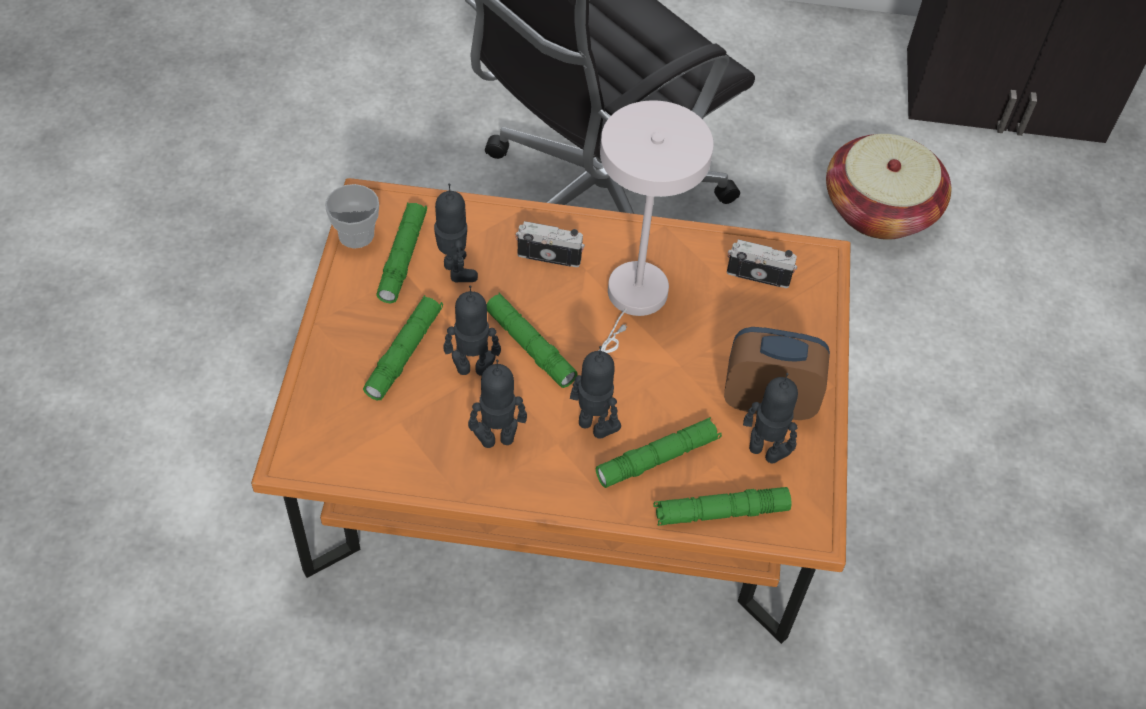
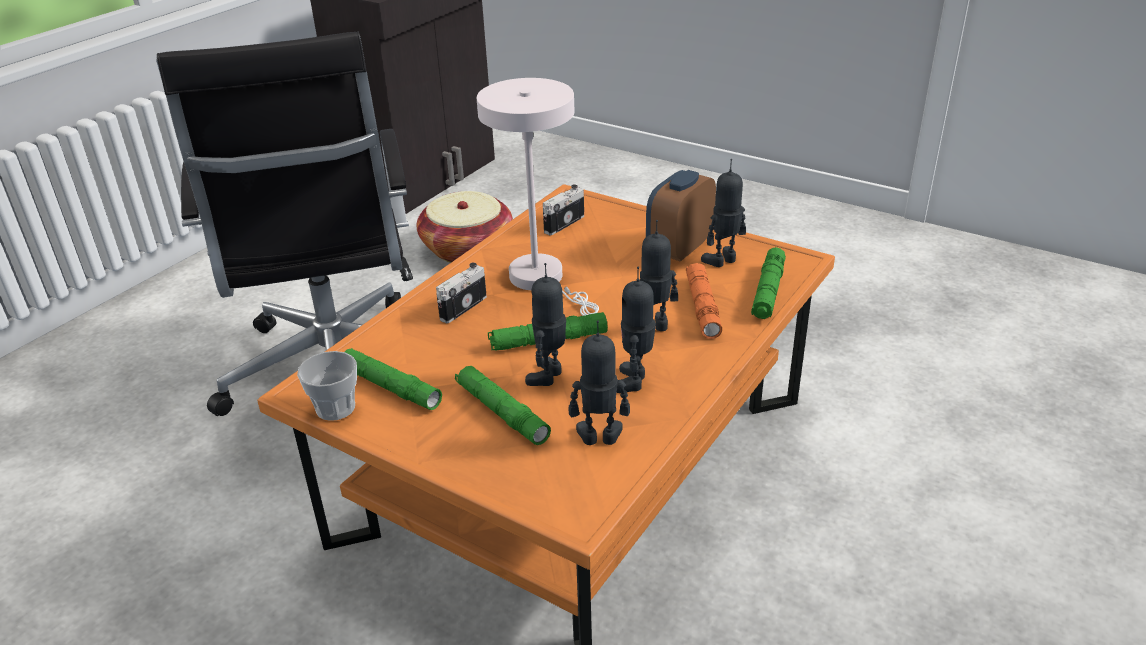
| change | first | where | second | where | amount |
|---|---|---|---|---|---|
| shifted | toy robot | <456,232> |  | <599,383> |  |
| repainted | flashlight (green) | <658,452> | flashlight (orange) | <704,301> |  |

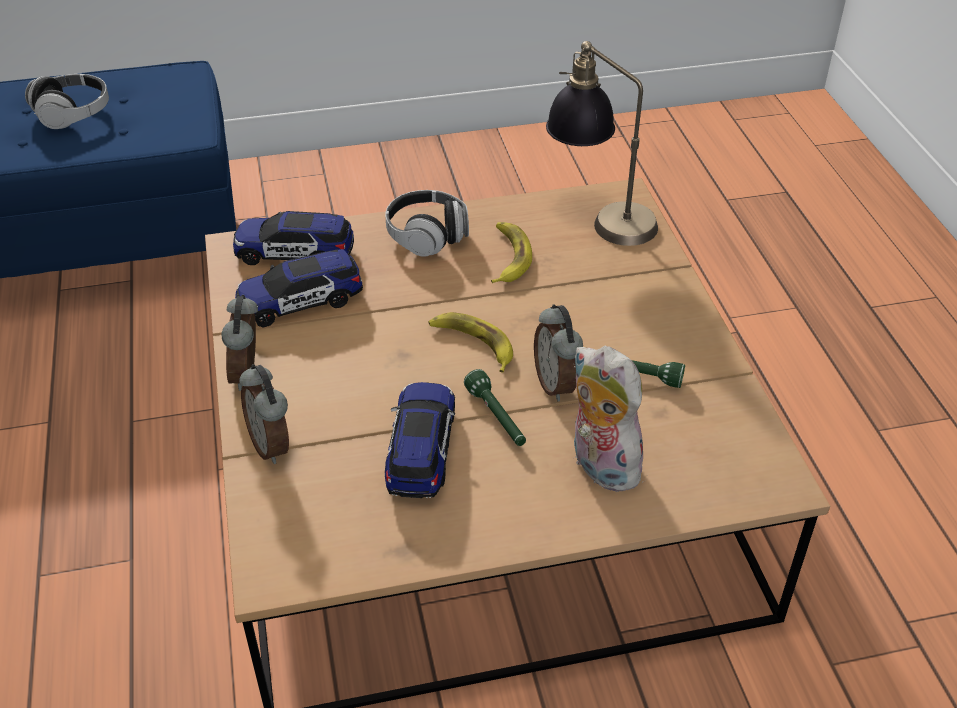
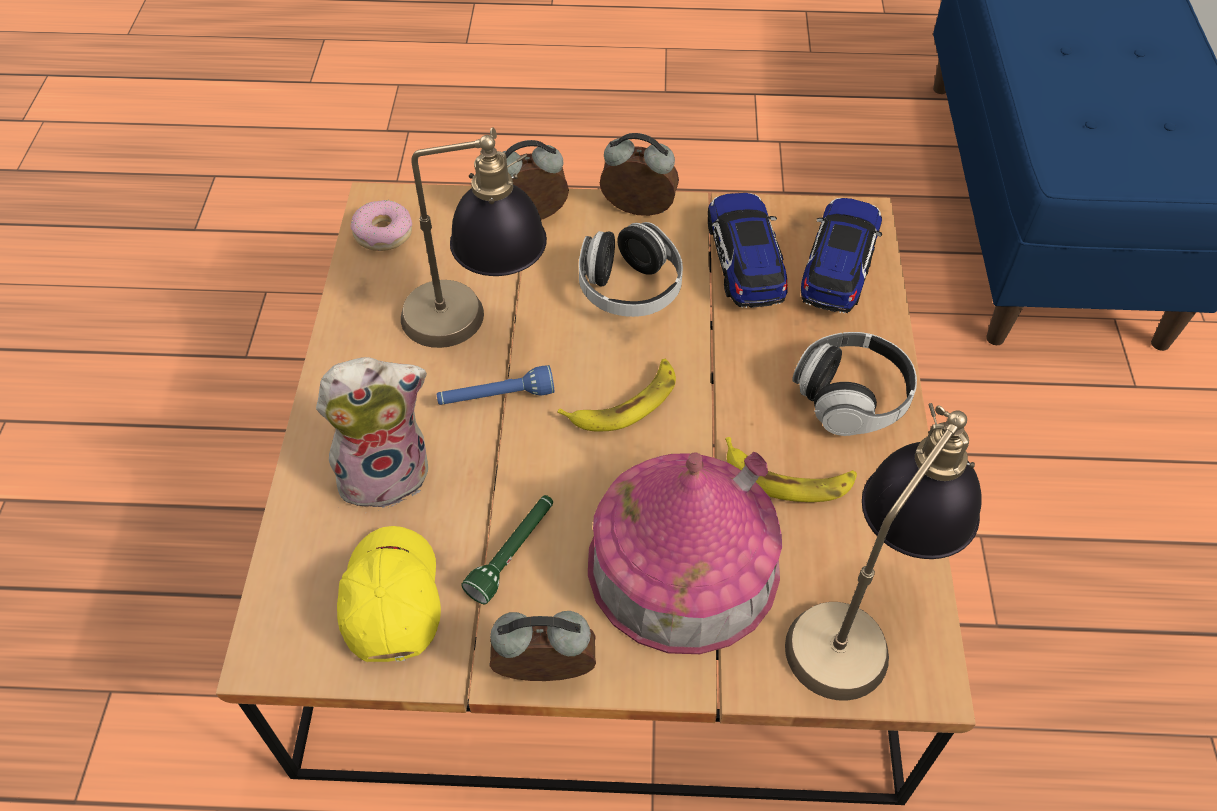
| change | first | where | second | where | amount |
|---|---|---|---|---|---|
| new |  |  | cap (yellow) | <389,594> |  |
| new |  |  | donut | <381,225> |  |
| swapped | toy car | <420,440> | table lamp | <474,237> |  |
| repainted | flashlight (green) | <495,407> | flashlight (blue) | <495,385> |  |
| shifted | alarm clock | <558,353> |  | <543,646> |  |
| shifted | headphones | <67,101> |  | <631,269> |  |
| new |  |  | toy house | <685,553> |  |

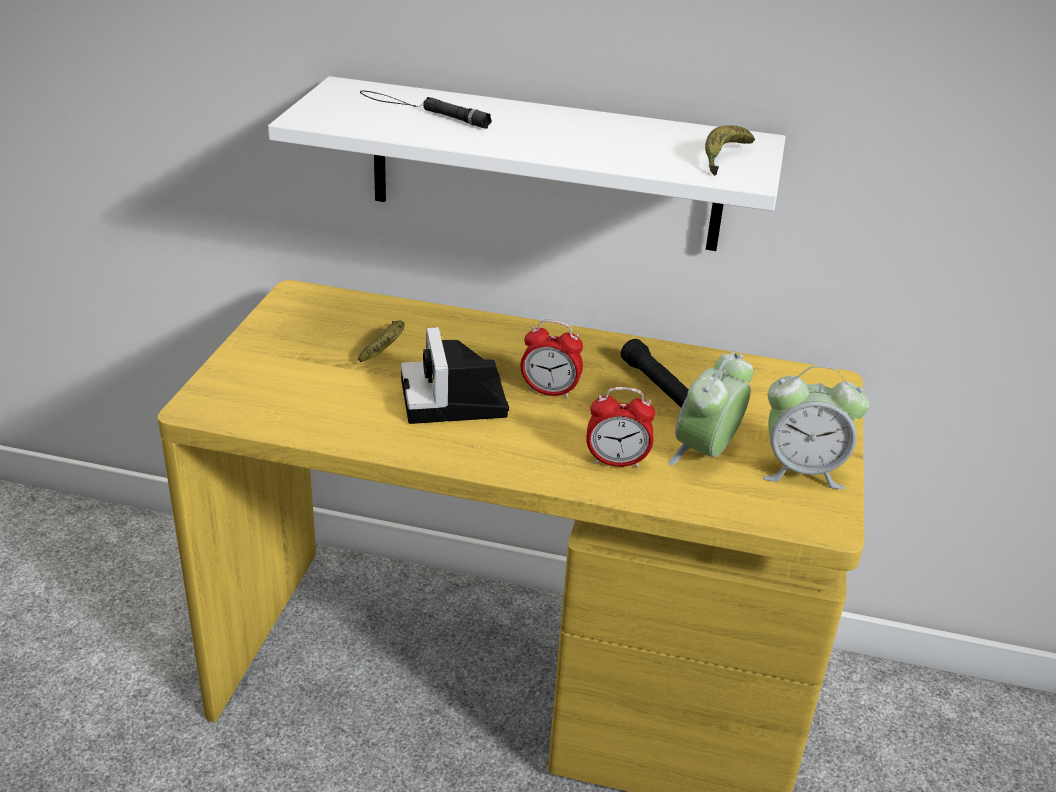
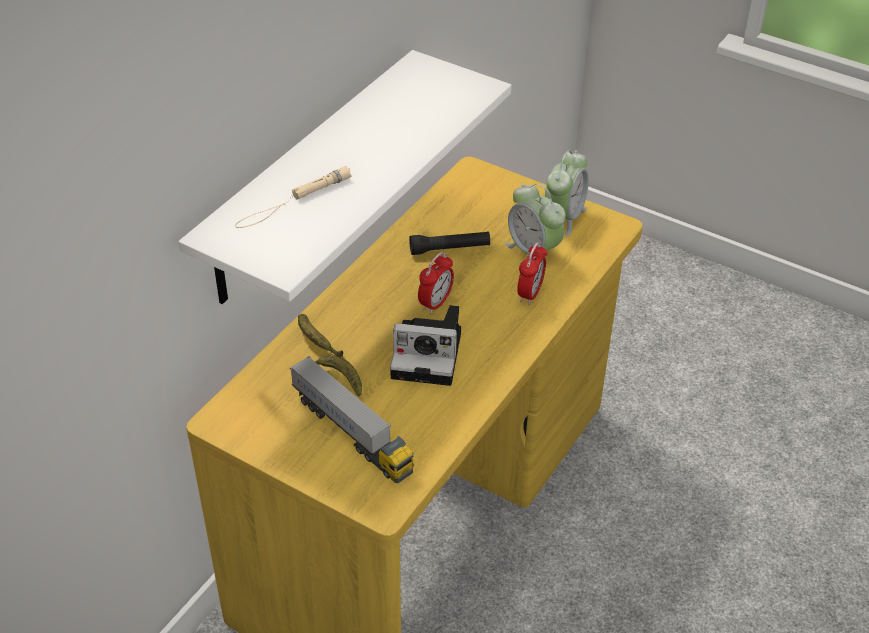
| change | first | where | second | where | amount |
|---|---|---|---|---|---|
| repainted | flashlight (black) | <426,110> | flashlight (beige) | <293,197> |  |
| new |  |  | toy truck | <352,419> |  |
| shifted | banana | <730,150> |  | <320,335> |  |

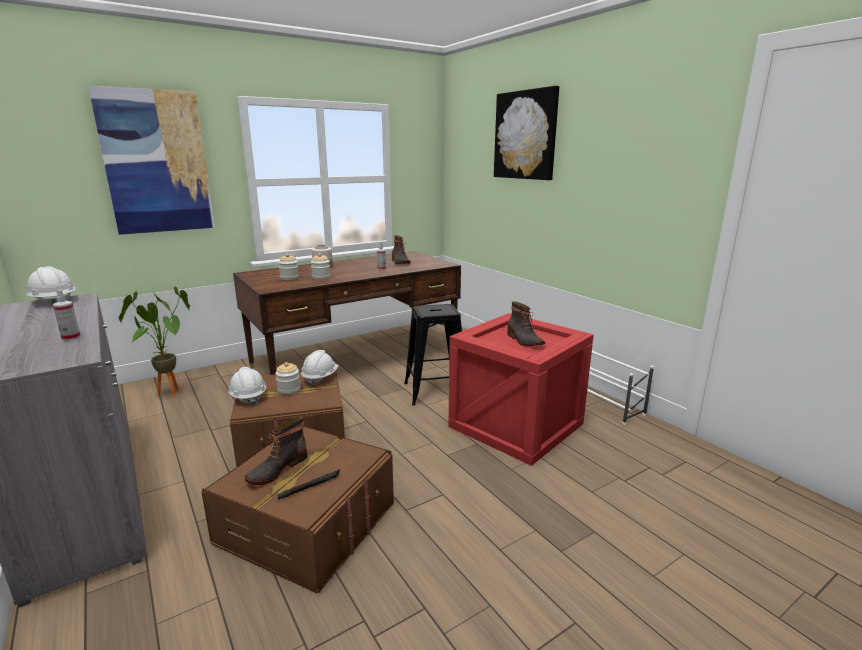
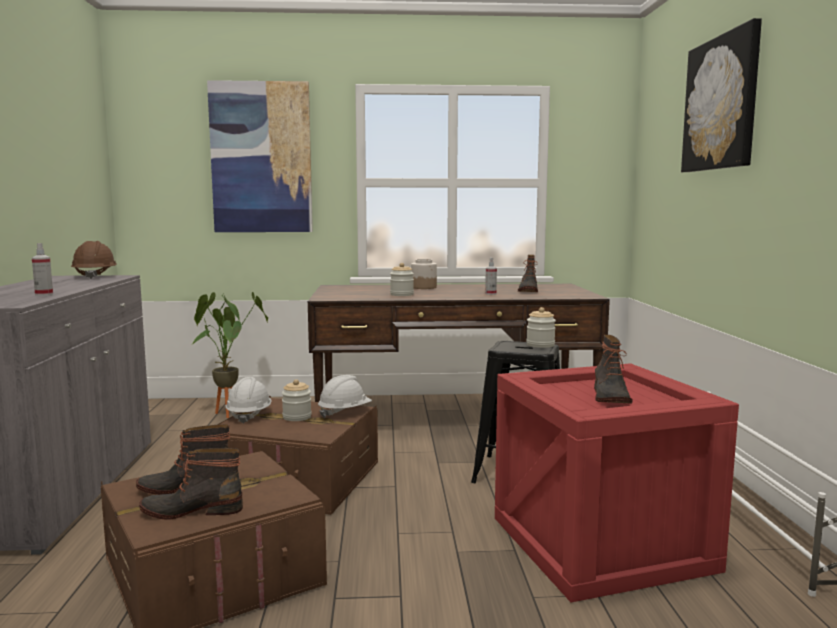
| change | first | where | second | where | amount |
|---|---|---|---|---|---|
| repainted | hard hat (white) | <51,285> | hard hat (brown) | <94,260> |  |
| swapped | flashlight (black) | <309,485> | boot | <191,484> |  |
| shifted | jar | <288,267> |  | <541,327> |  |

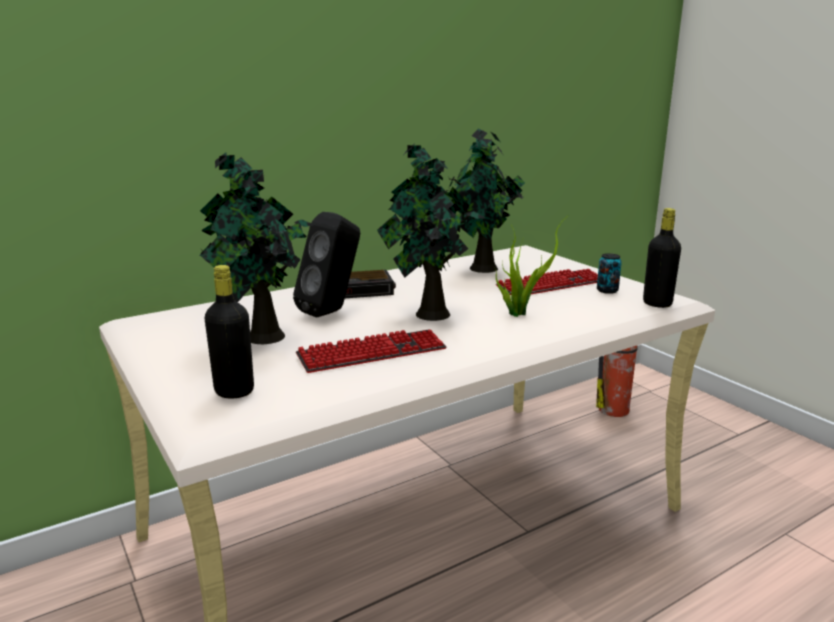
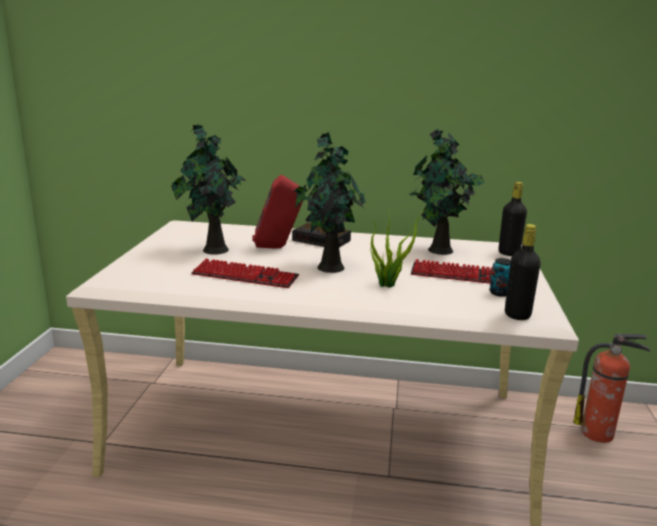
| change | first | where | second | where | amount |
|---|---|---|---|---|---|
| repainted | speaker (black) | <326,265> | speaker (red) | <278,212> |  |
| shifted | bottle (black) | <229,332> |  | <513,219> |  |

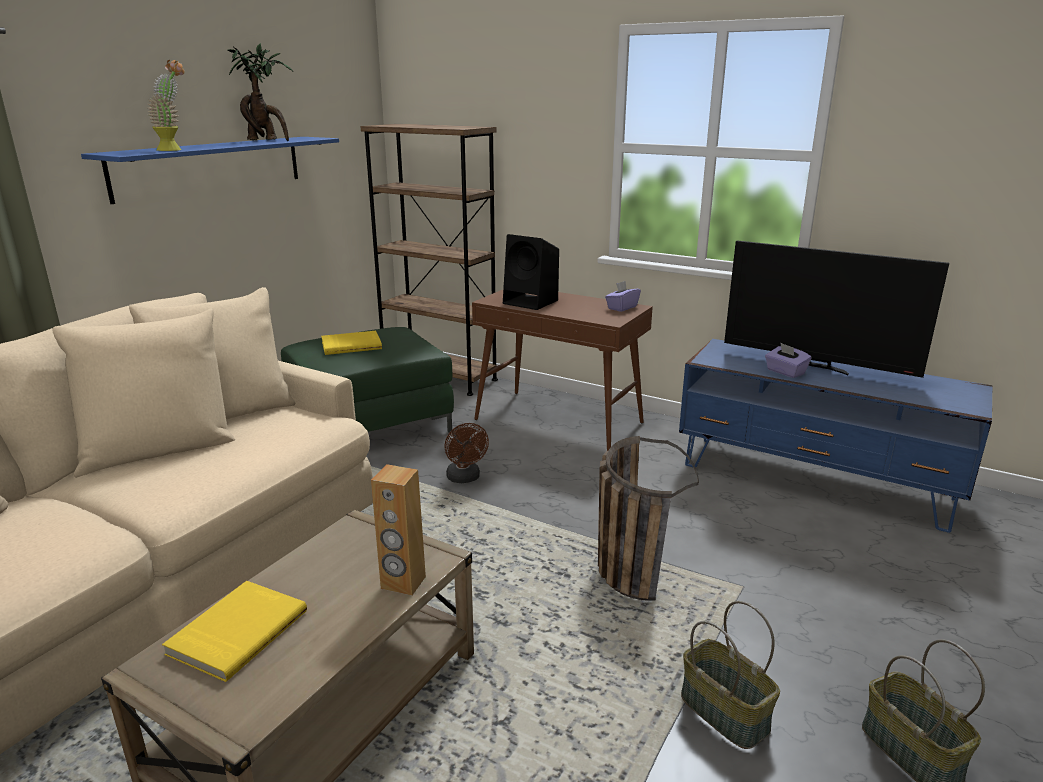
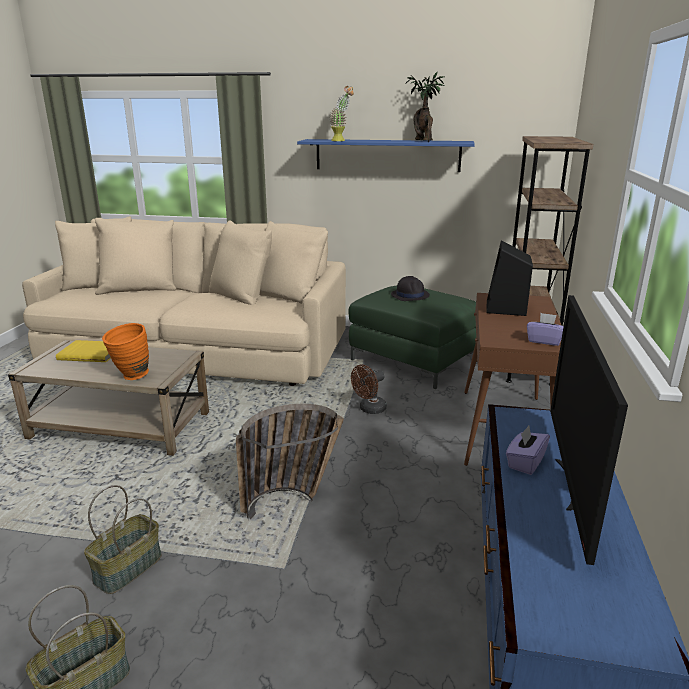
| change | first | where | second | where | amount |
|---|---|---|---|---|---|
| swapped | speaker (brown) | <398,530> | vase (orange) | <125,351> |  |
| swapped | book (yellow) | <351,343> | hat (black) | <410,288> |  |

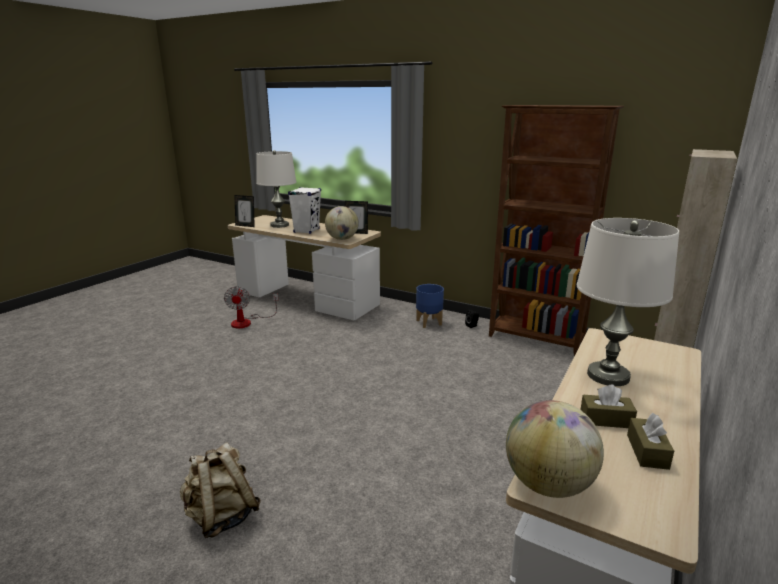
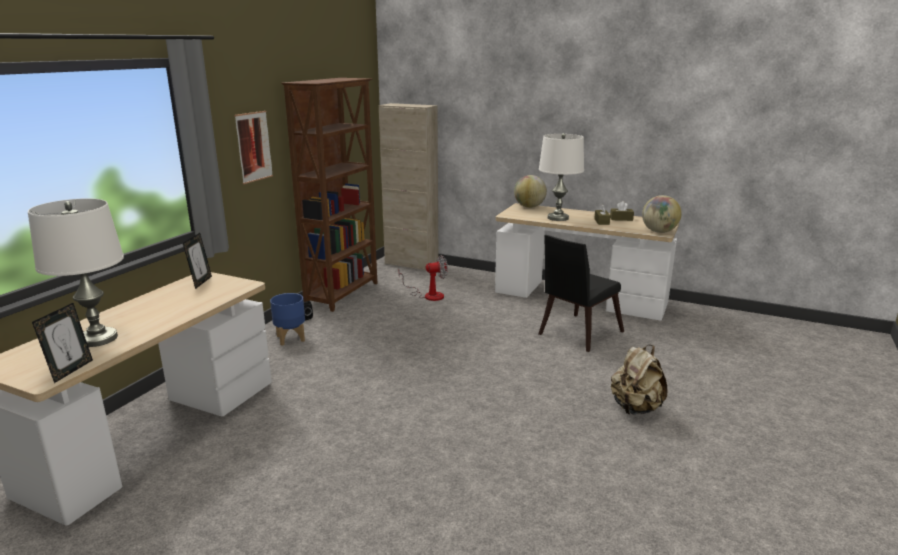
| change | first | where | second | where | amount |
|---|---|---|---|---|---|
| new |  |  | picture | <254,147> |  |
| shifted | fan | <251,307> |  | <423,278> |  |
| shifted | globe | <342,223> |  | <530,191> |  |
| new |  |  | chair (black) | <581,293> |  |
| gone | speaker (white) | <304,210> |  |  |  |

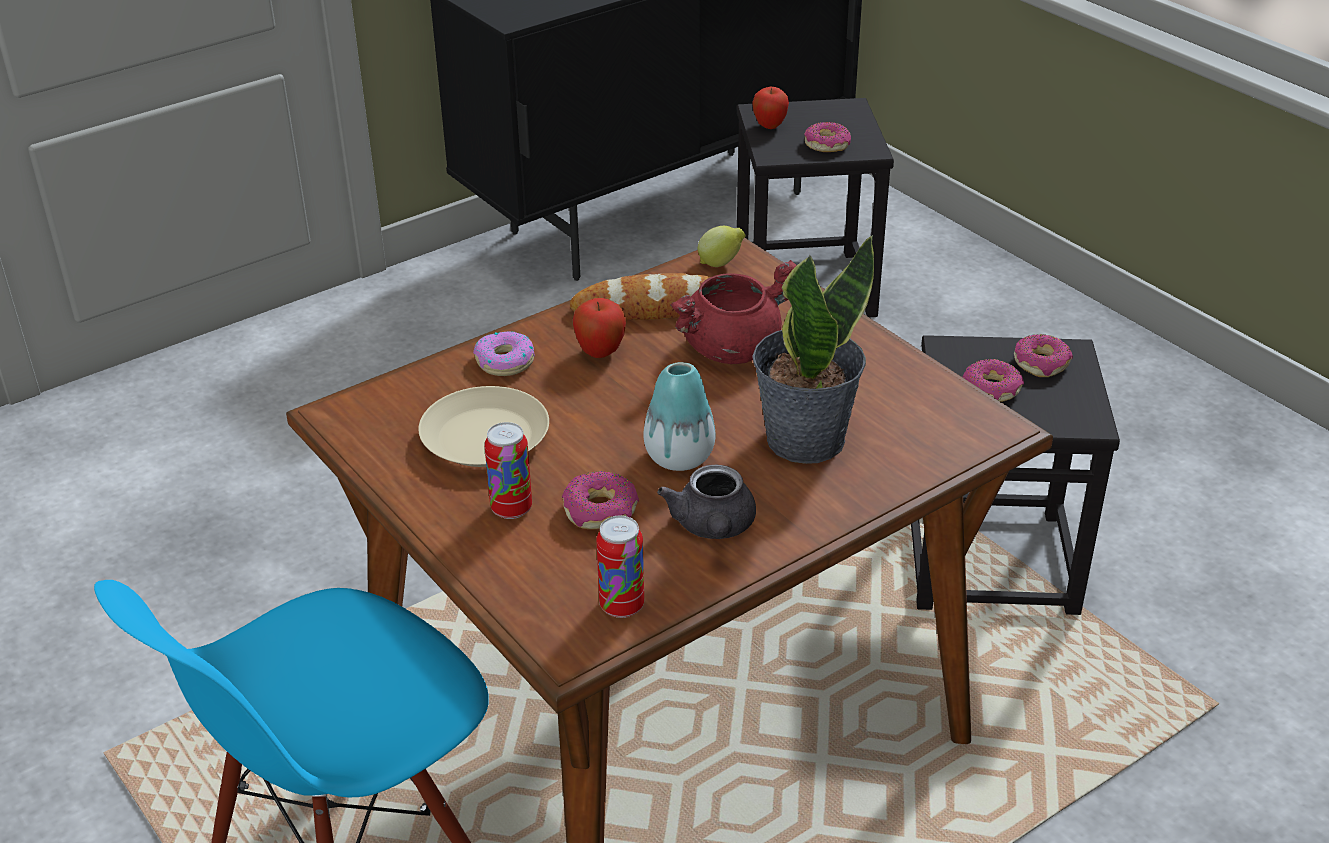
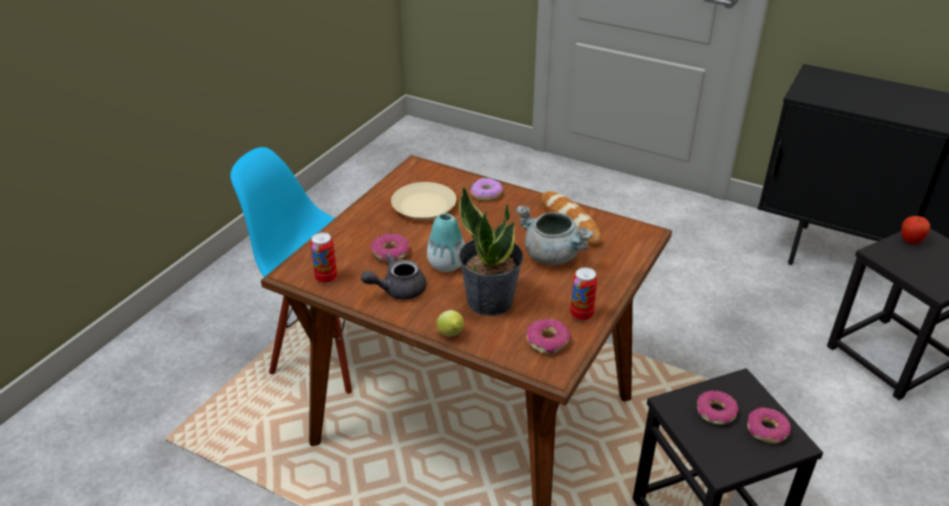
| change | first | where | second | where | amount |
|---|---|---|---|---|---|
| shifted | lemon | <722,246> |  | <450,323> |  |
| repainted | cooking pot (red) | <733,312> | cooking pot (grey) | <554,235> |  |
| shifted | donut | <827,137> |  | <549,336> |  |
| shifted | can | <508,470> |  | <583,294> |  |
| gone | apple | <599,328> |  |  |  |

